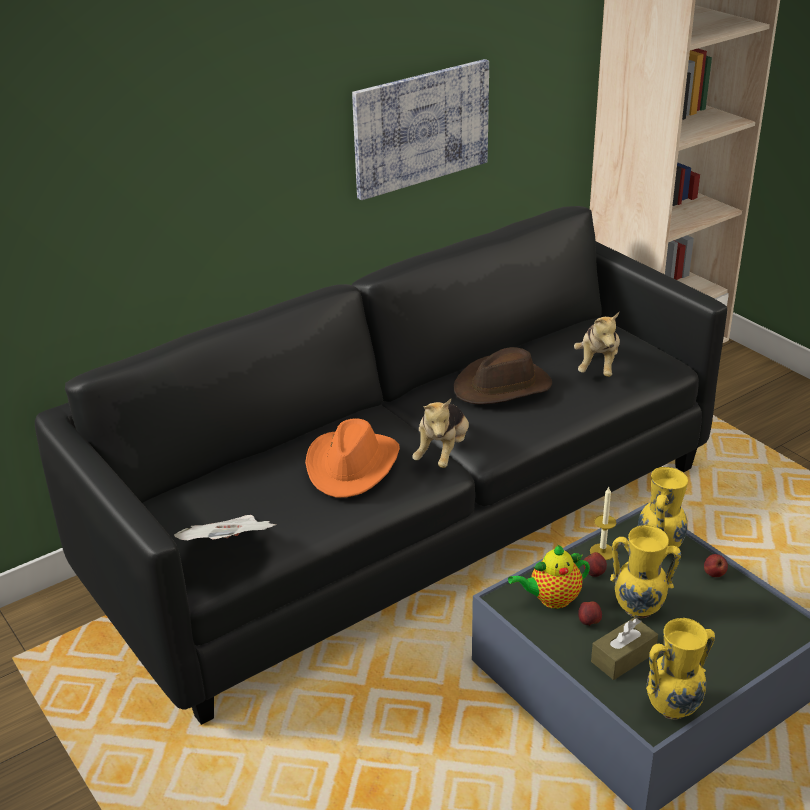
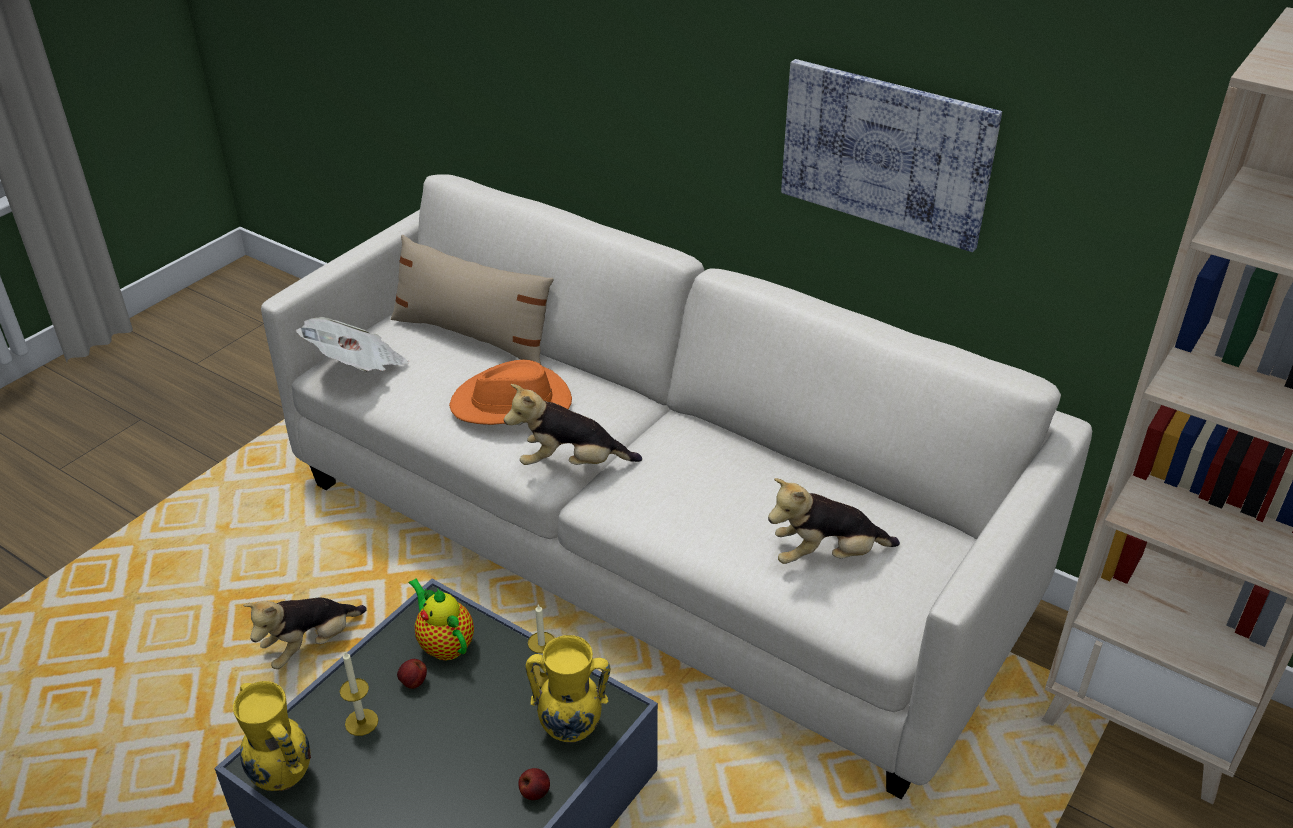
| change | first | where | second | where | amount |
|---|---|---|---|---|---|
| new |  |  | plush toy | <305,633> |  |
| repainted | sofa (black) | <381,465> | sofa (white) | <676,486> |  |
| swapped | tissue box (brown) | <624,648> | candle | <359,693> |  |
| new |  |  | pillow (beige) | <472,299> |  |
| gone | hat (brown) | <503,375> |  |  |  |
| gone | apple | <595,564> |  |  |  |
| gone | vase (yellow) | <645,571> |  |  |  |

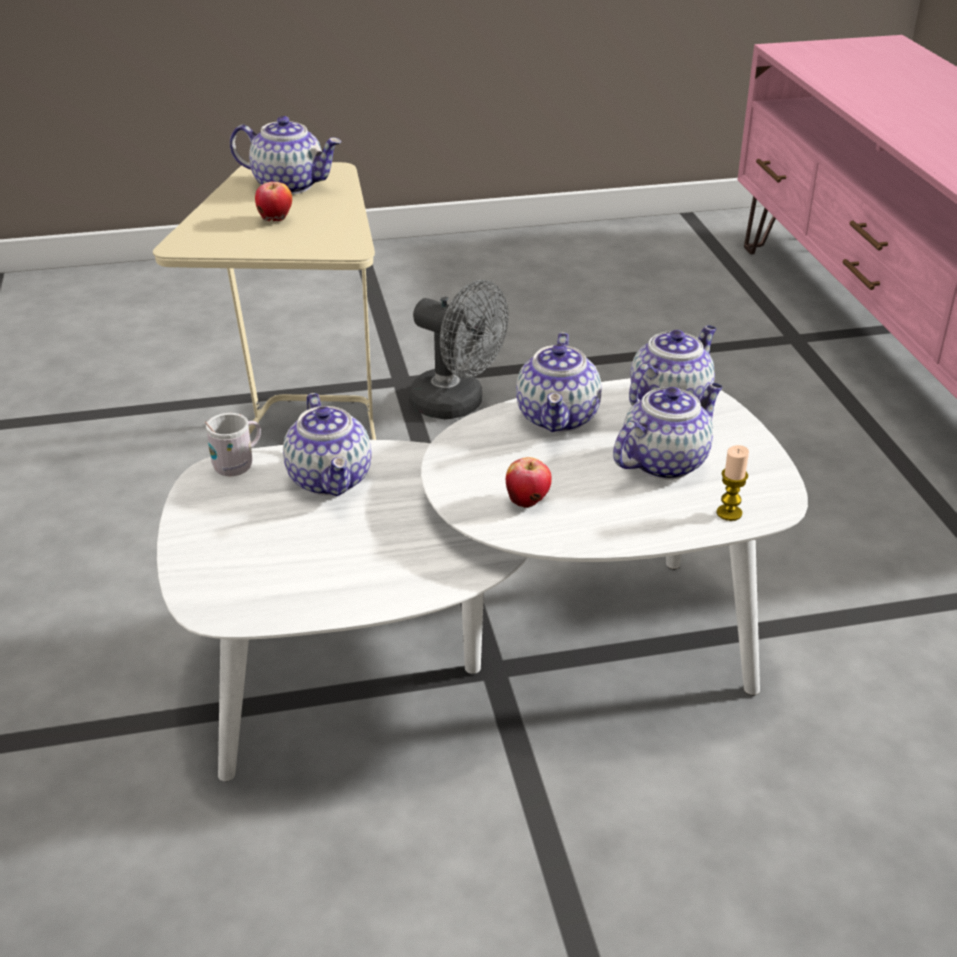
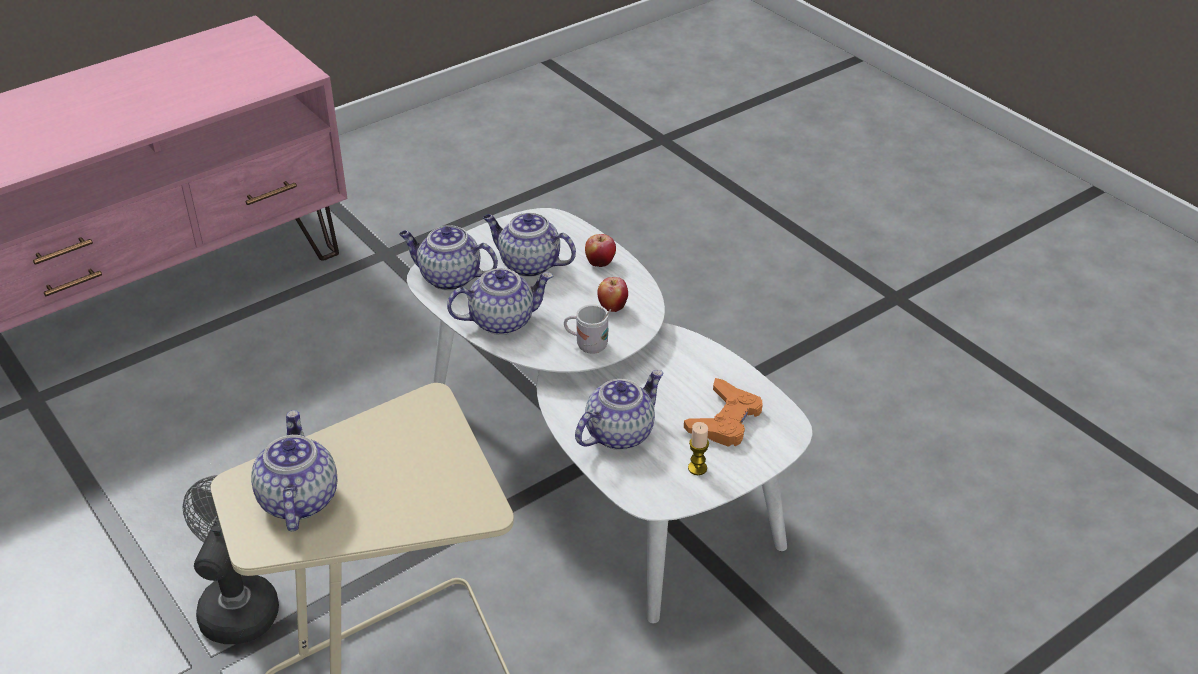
| change | first | where | second | where | amount |
|---|---|---|---|---|---|
| shifted | mug (white) | <233,444> |  | <587,329> |  |
| shifted | apple | <273,201> |  | <600,250> |  |
| new |  |  | game controller (orange) | <723,412> |  |
| shifted | candle | <733,483> |  | <698,448> |  |

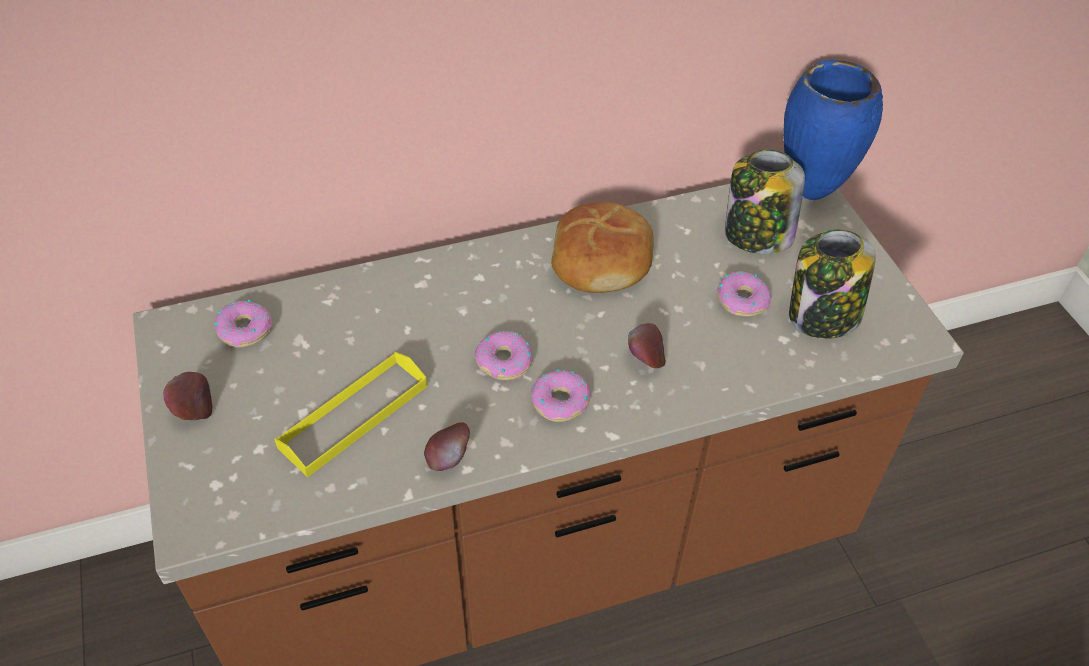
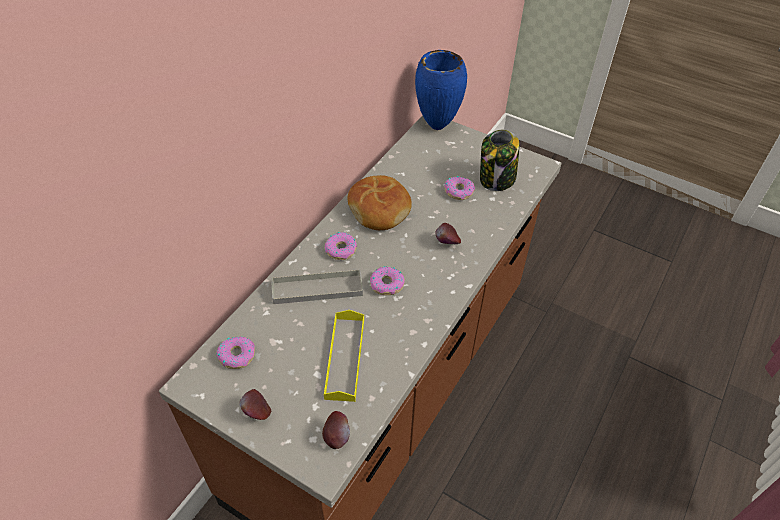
| change | first | where | second | where | amount |
|---|---|---|---|---|---|
| new |  |  | tray (grey) | <317,286> |  |
| shifted | apple | <447,446> |  | <336,430> |  |
| shifted | donut | <561,395> |  | <341,246> |  |
| gone | jar | <765,202> |  |  |  |

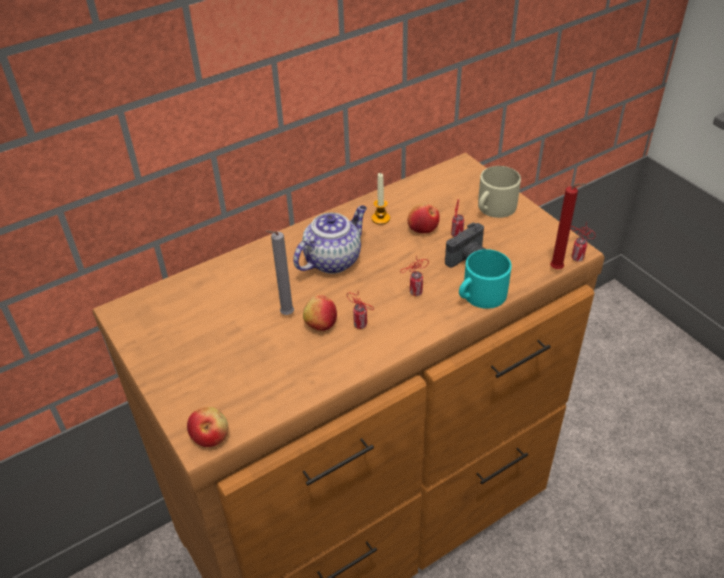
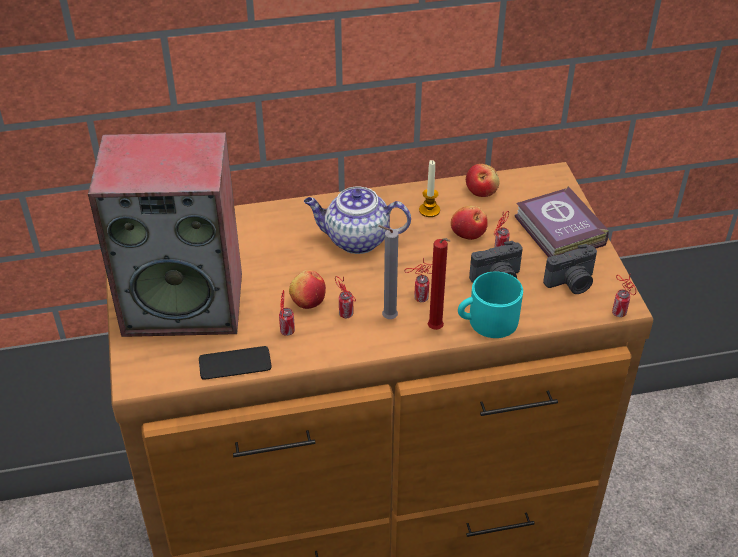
| change | first | where | second | where | amount |
|---|---|---|---|---|---|
| new |  |  | speaker | <165,234> |  |
| new |  |  | phone | <235,363> |  |
| new |  |  | can | <287,313> |  |
| rotated | teapot | <330,239> |  | <357,220> | 150 degrees counterclockwise |
| shifted | candle (grey) | <279,273> |  | <388,272> |  |
| shifted | candle (red) | <568,226> |  | <439,284> |  |
| shifted | apple | <207,427> |  | <482,180> |  |
| swapped | mug (beige) | <499,192> | book | <561,221> |  |
| new |  |  | photo camera | <570,269> |  |

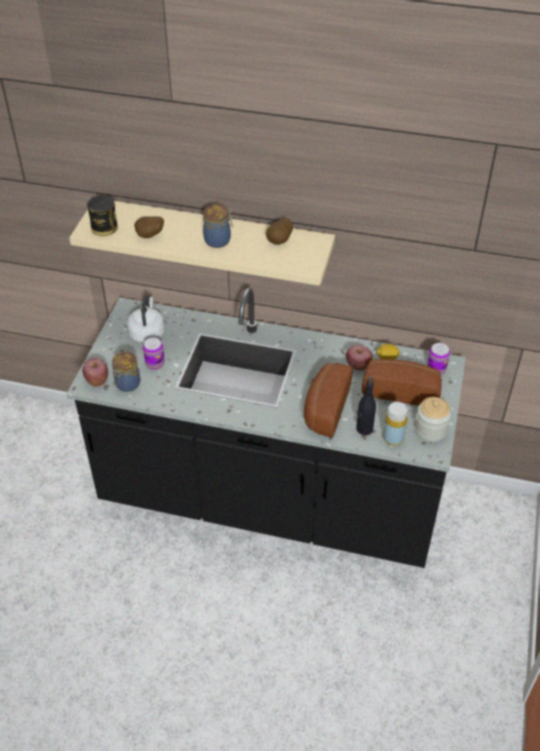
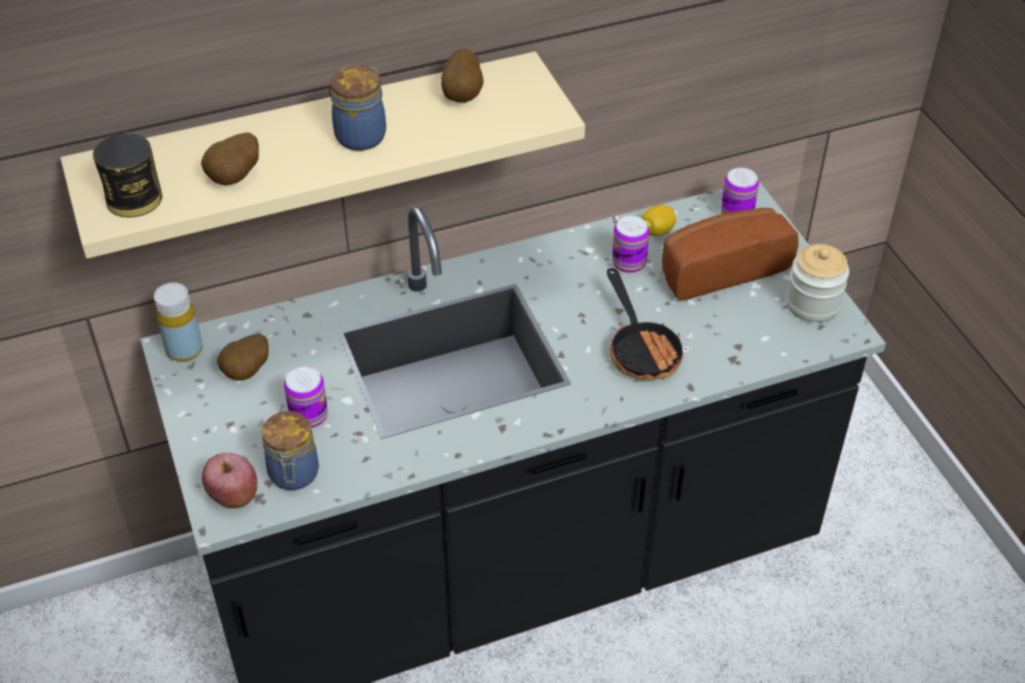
| change | first | where | second | where | amount |
|---|---|---|---|---|---|
| shifted | bottle (yellow) | <395,424> |  | <178,322> |  |
| swapped | kettle (white) | <146,319> | potato | <243,357> |  |
| swapped | bread | <328,400> | frying pan | <647,324> |  |
| swapped | apple | <359,357> | can | <630,244> |  |
| gone | bottle (black) | <366,405> |  |  |  |

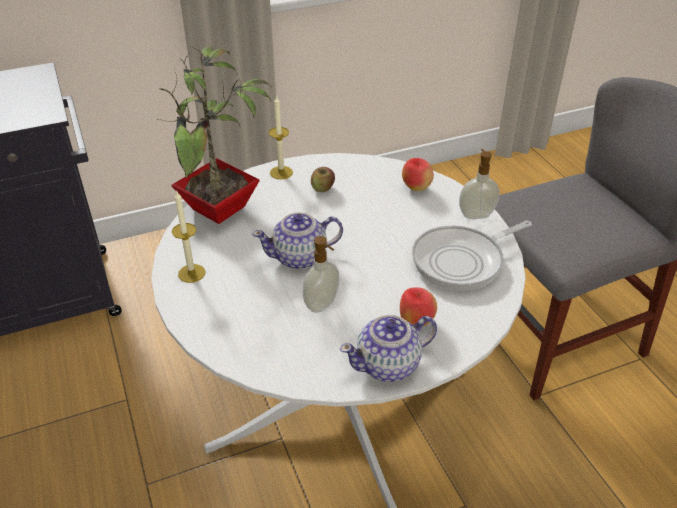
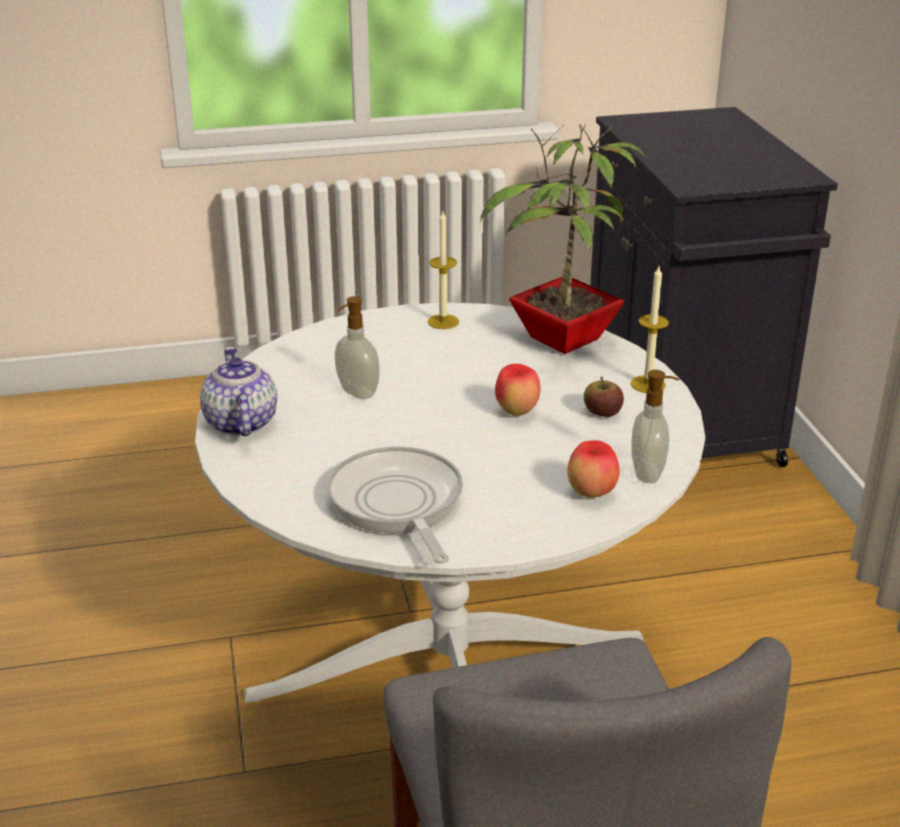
| change | first | where | second | where | amount |
|---|---|---|---|---|---|
| shifted | apple | <418,306> |  | <517,390> |  |
| shifted | soap dispenser | <479,184> |  | <655,426> |  |
| gone | teapot | <297,240> |  |  |  |

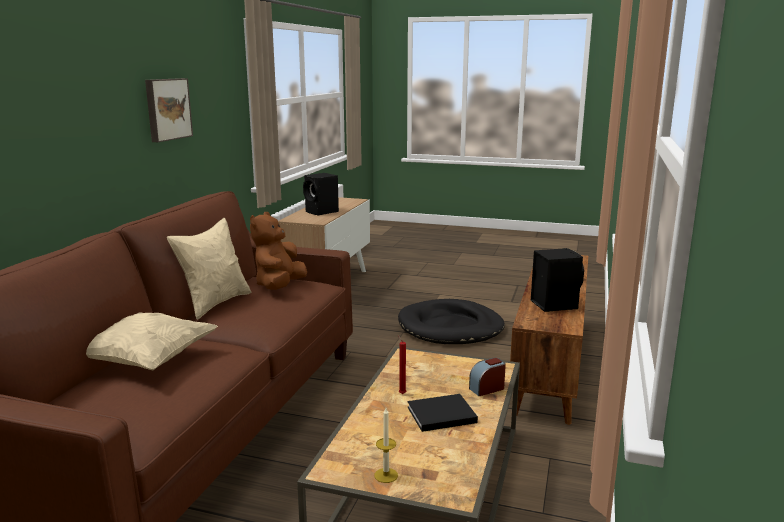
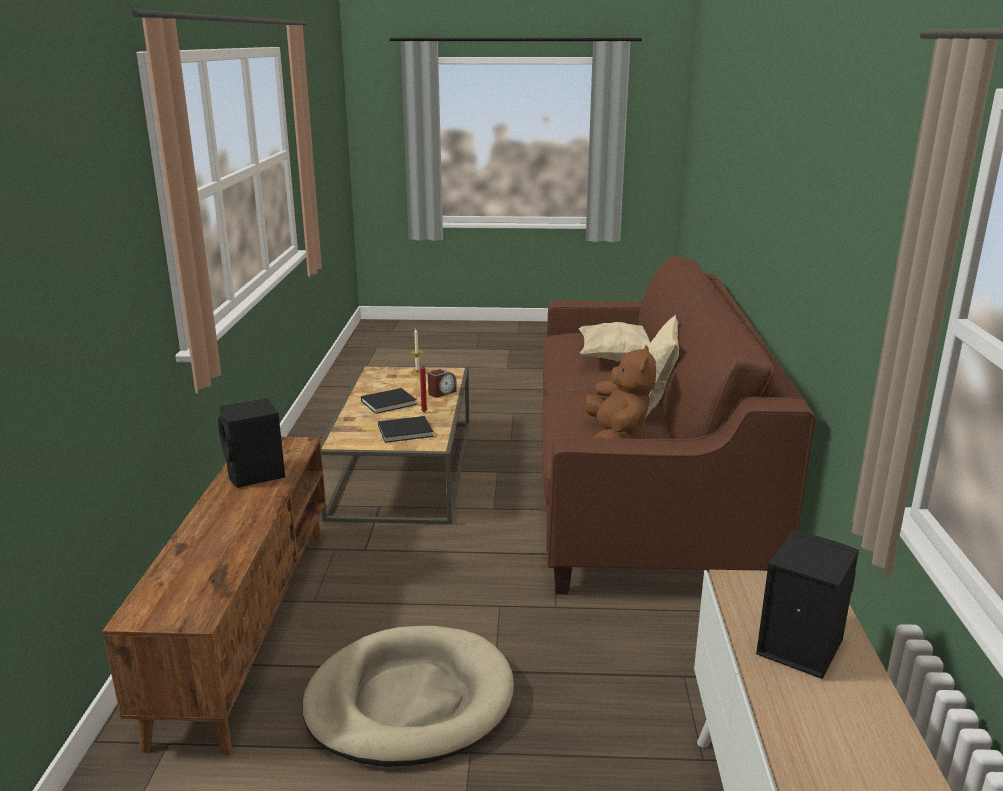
| change | first | where | second | where | amount |
|---|---|---|---|---|---|
| repainted | dog bed (black) | <451,321> | dog bed (beige) | <408,696> |  |
| new |  |  | book (black) | <405,429> |  |
| shifted | alarm clock | <487,377> |  | <442,383> |  |
| gone | picture | <169,110> |  |  |  |

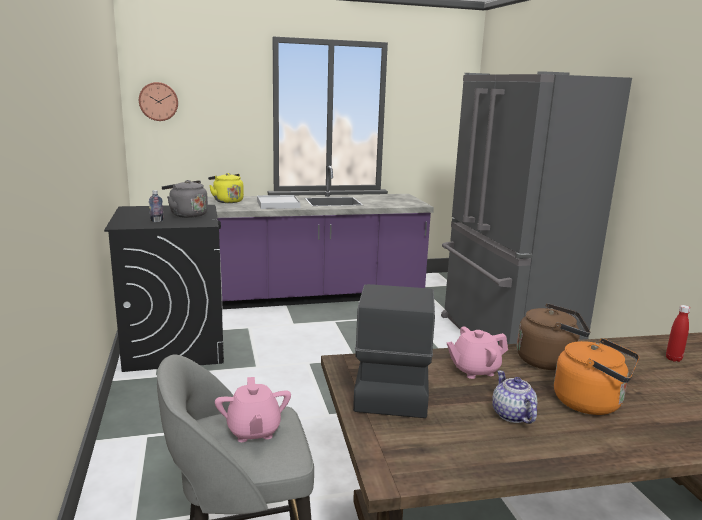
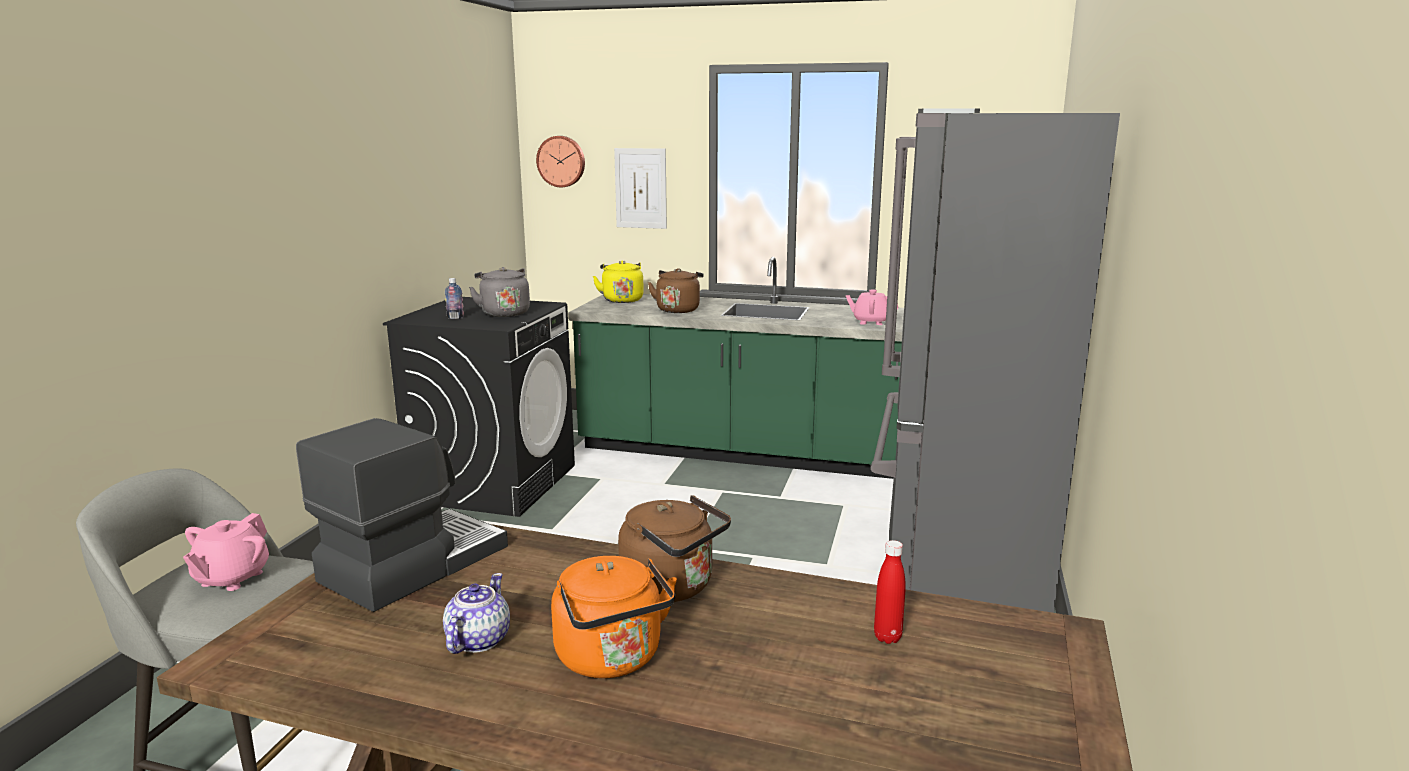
| change | first | where | second | where | amount |
|---|---|---|---|---|---|
| repainted | counter (purple) | <320,237> | counter (green) | <736,368> |  |
| new |  |  | picture | <640,188> |  |
| swapped | tray (white) | <278,202> | kettle (brown) | <676,290> |  |
| shifted | teapot (pink) | <477,352> |  | <872,307> |  |

